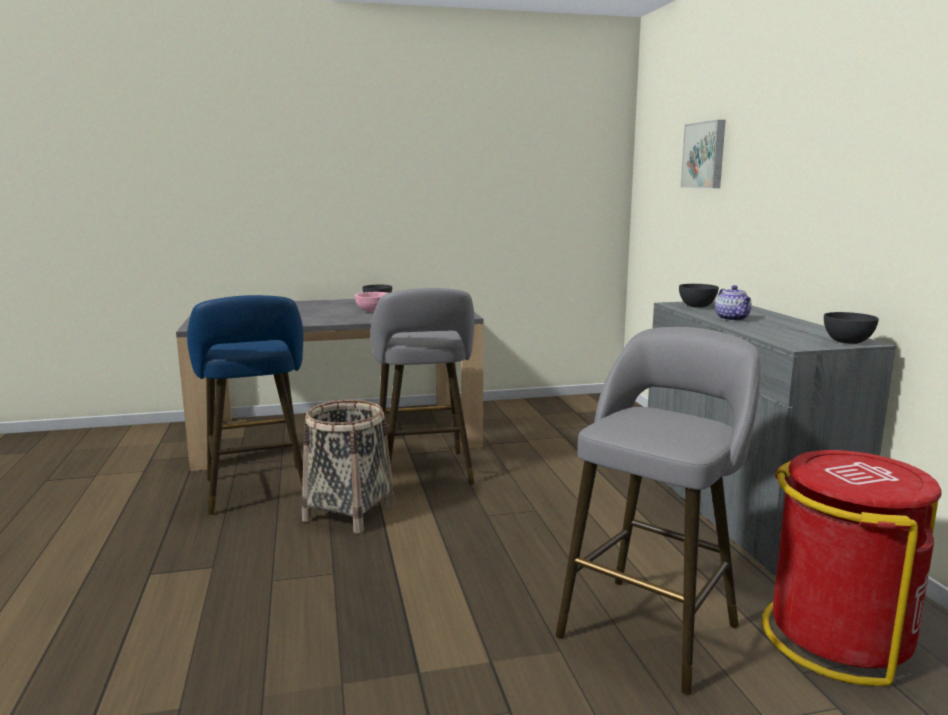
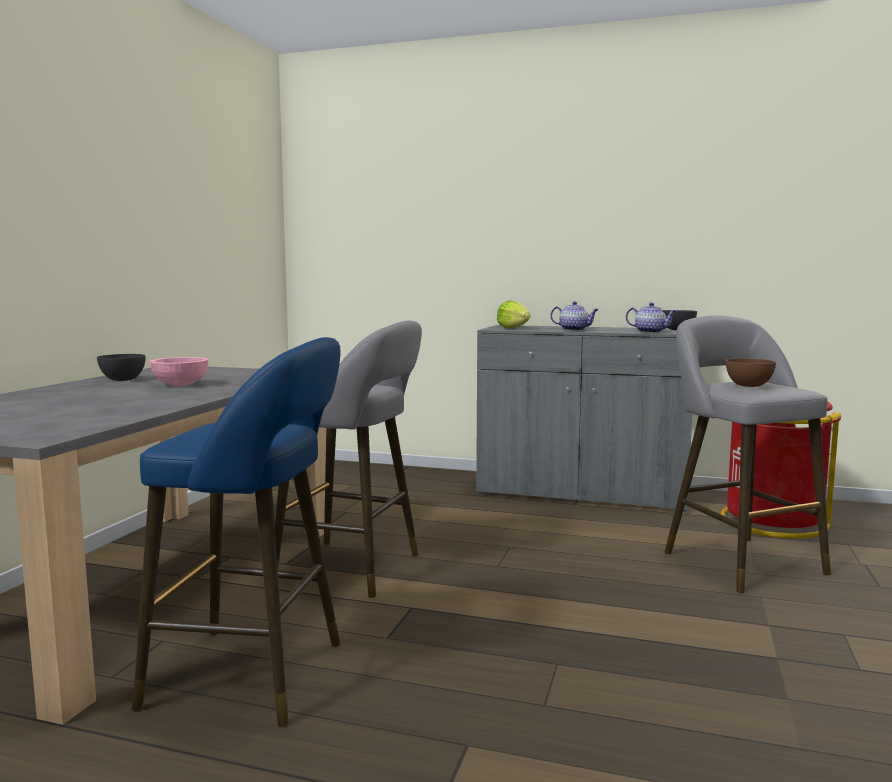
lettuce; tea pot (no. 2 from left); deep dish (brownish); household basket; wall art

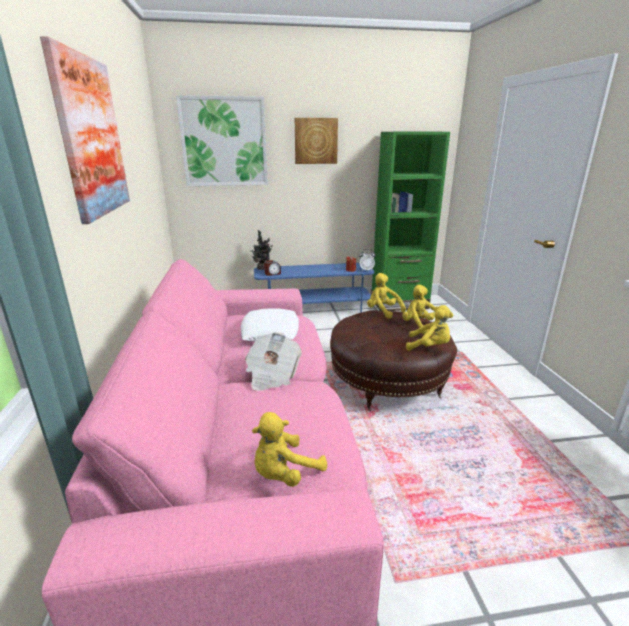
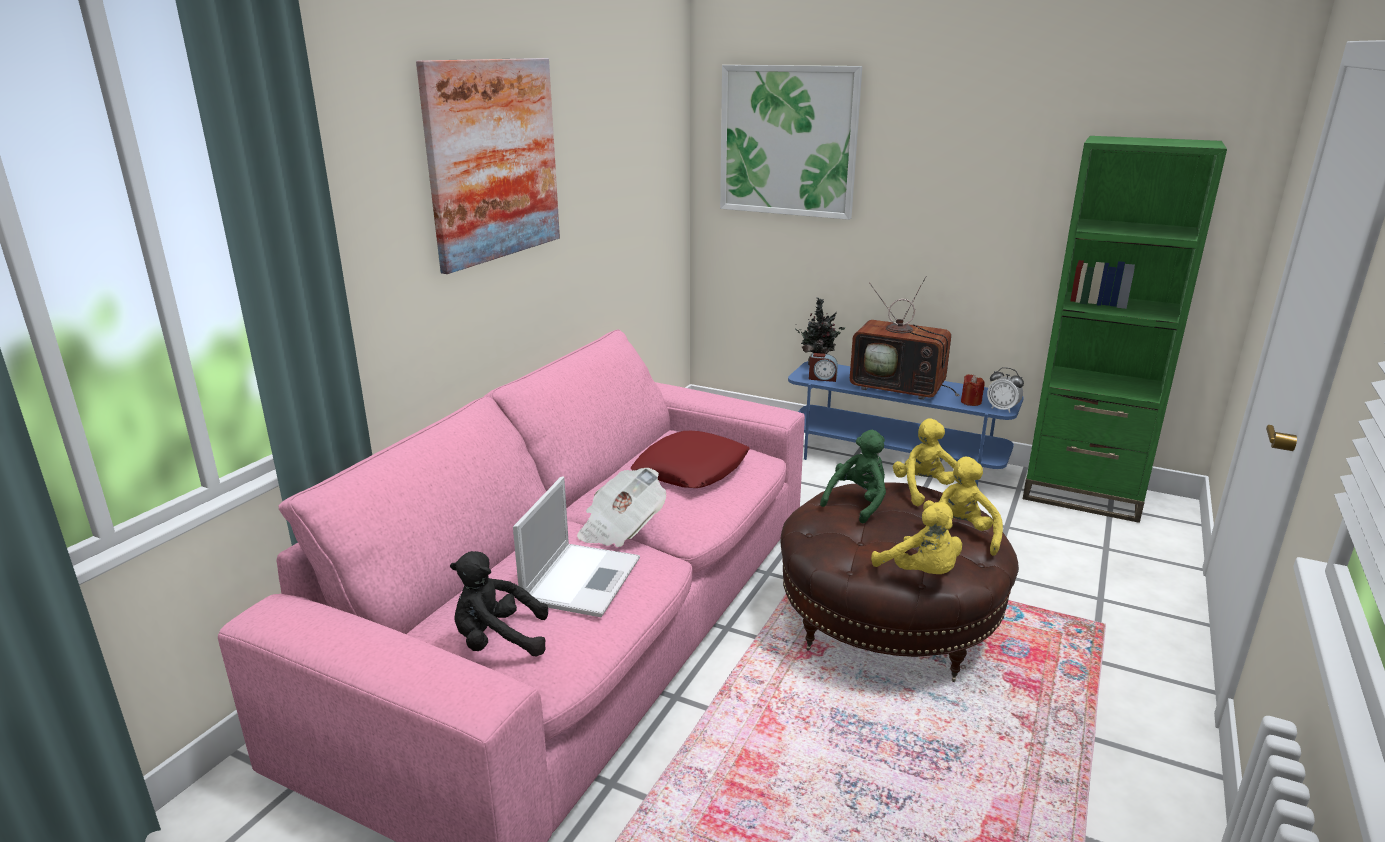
soft toy (blackish); laptop; pillow (reddish); soft toy (greenish); TV; wall art (no. 3 from left in the first image)

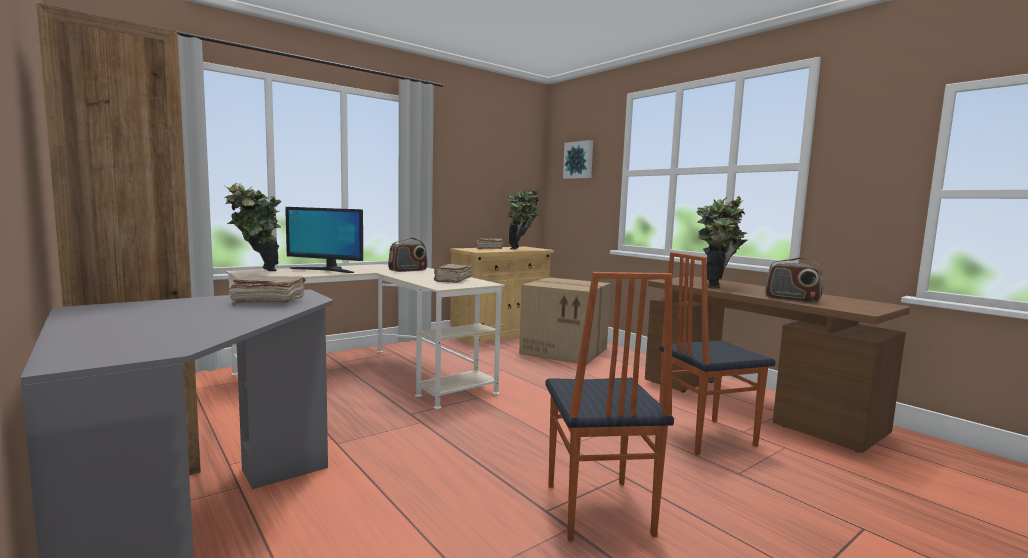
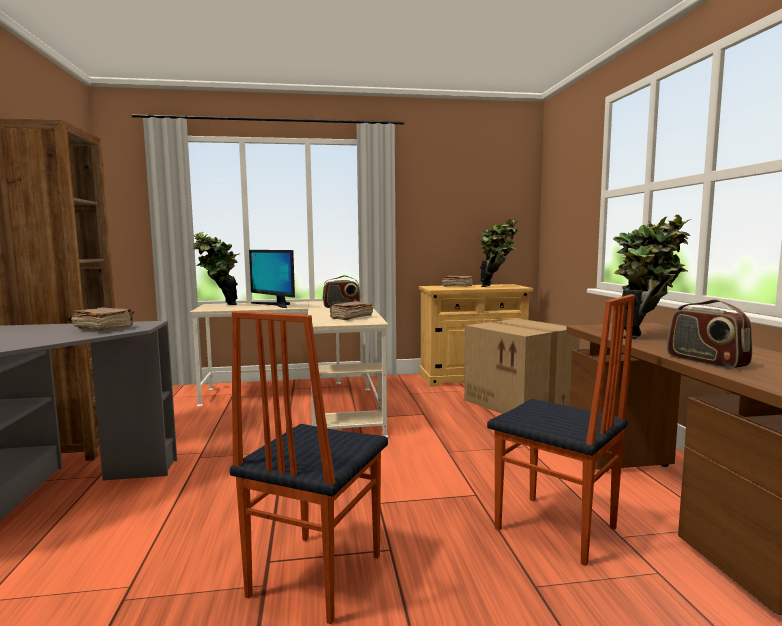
plain chair (no. 2 from left); wall art

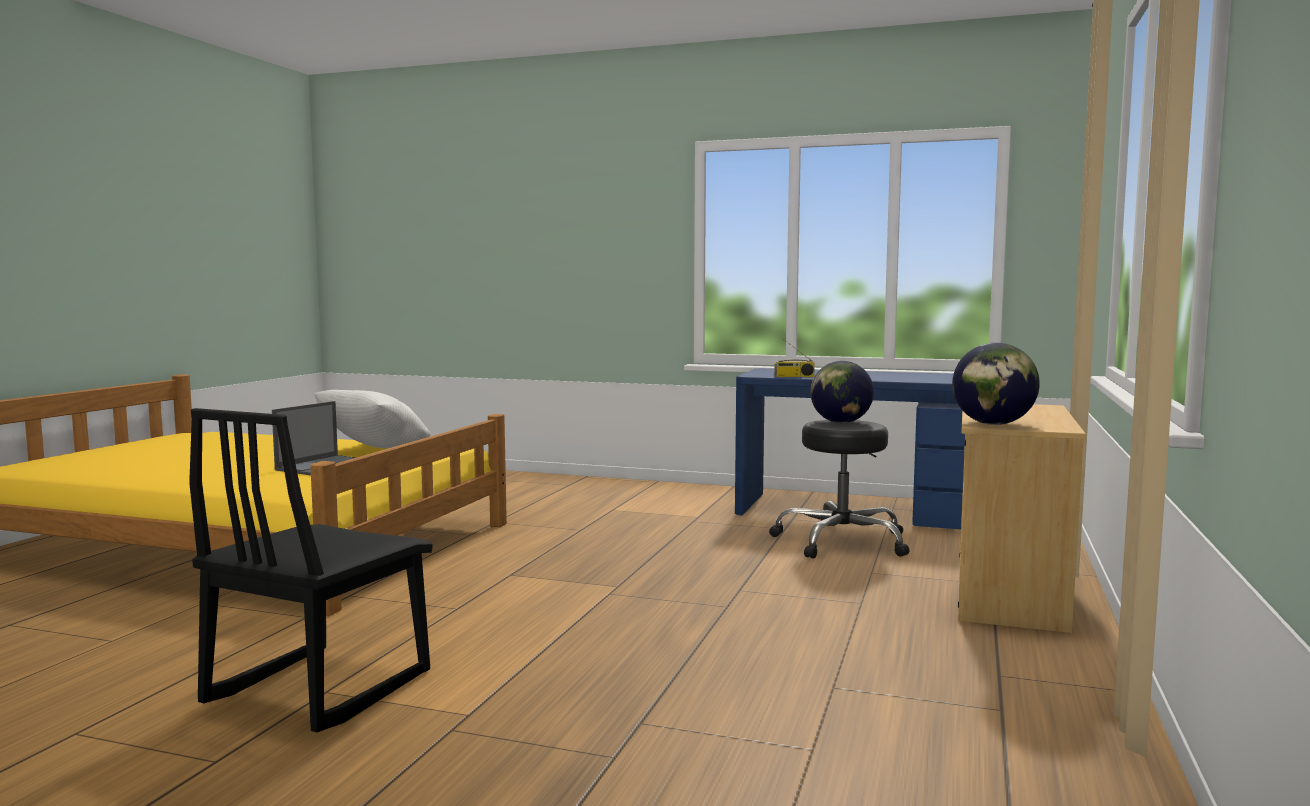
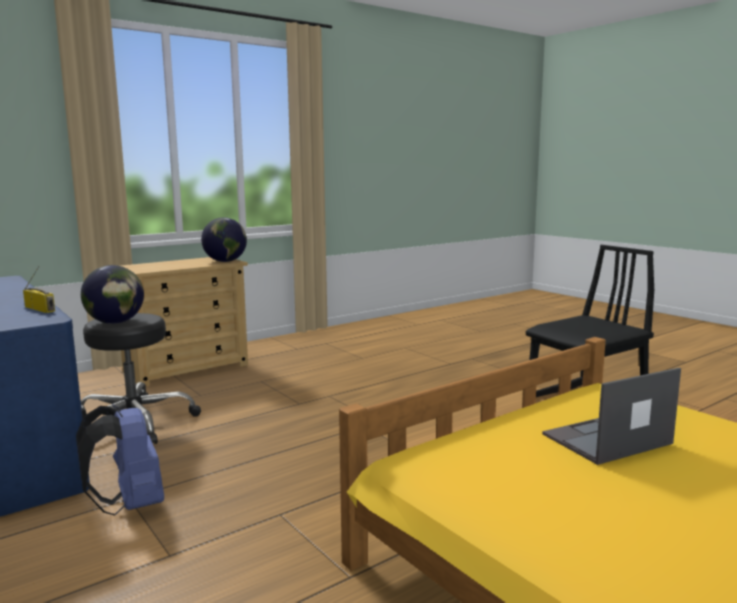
rucksack (blue-coloured); pillow (white-coloured)

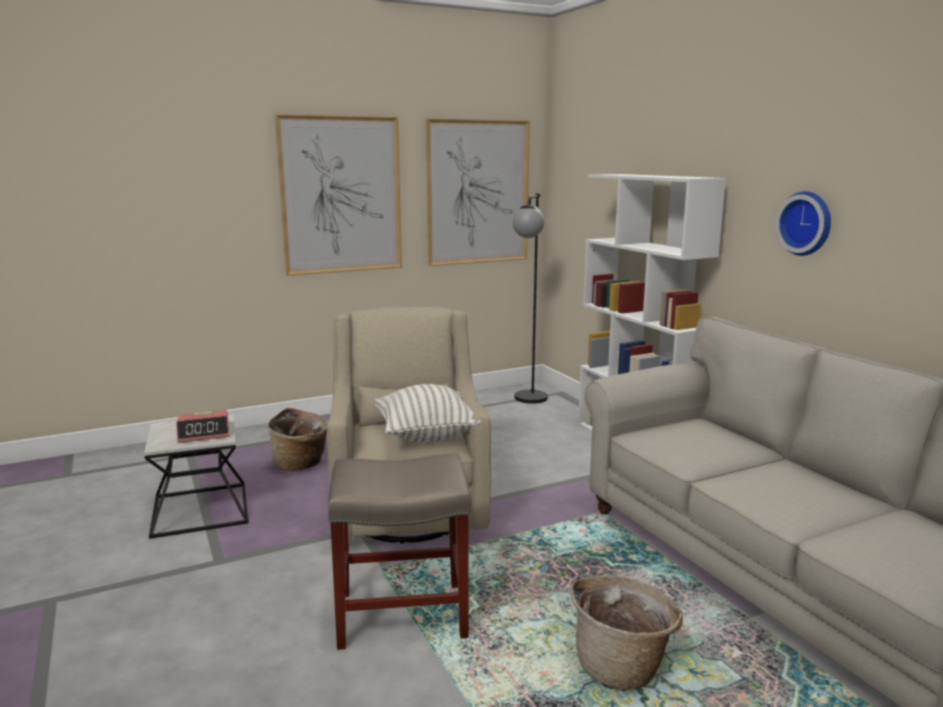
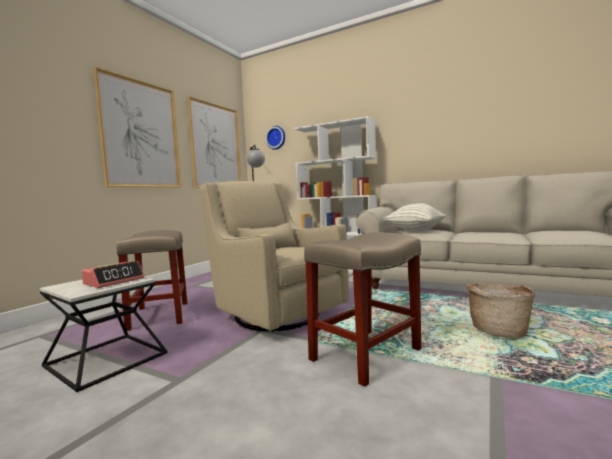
stool (beige) (no. 1 from left); clock on the wall; pillow

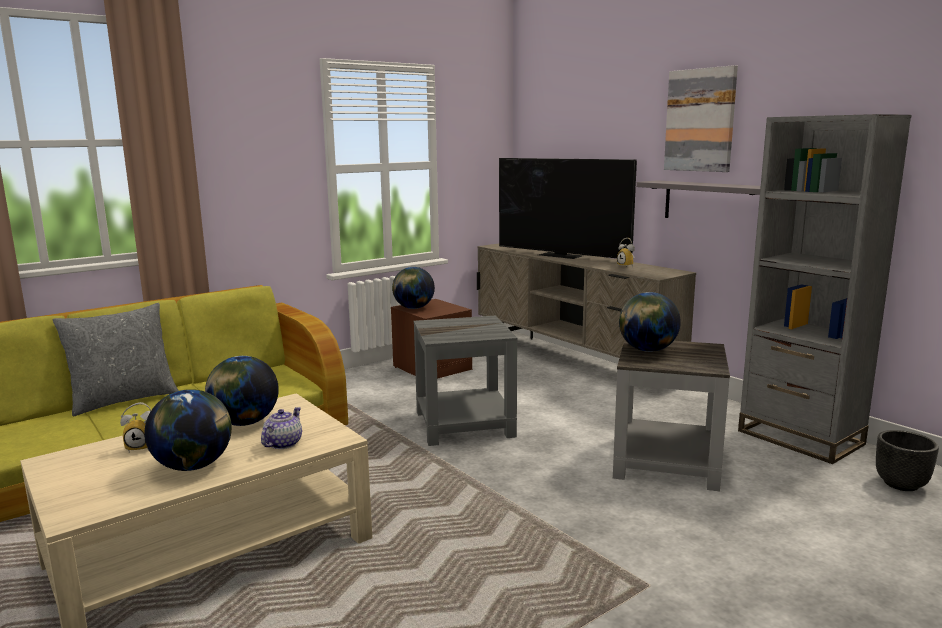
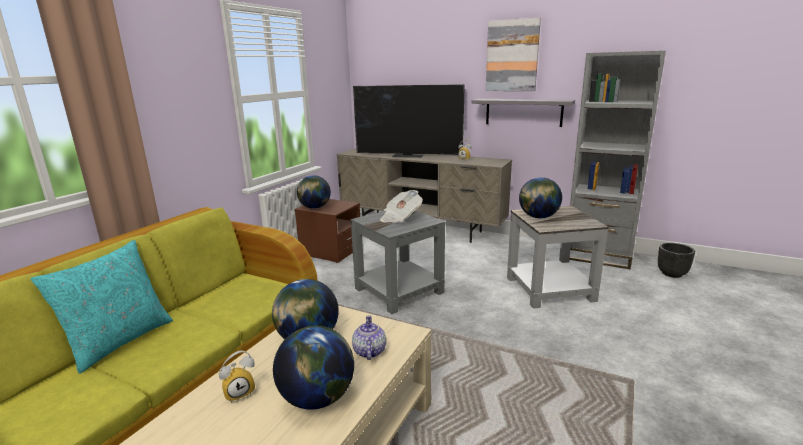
pillow (blue-green); printed paper

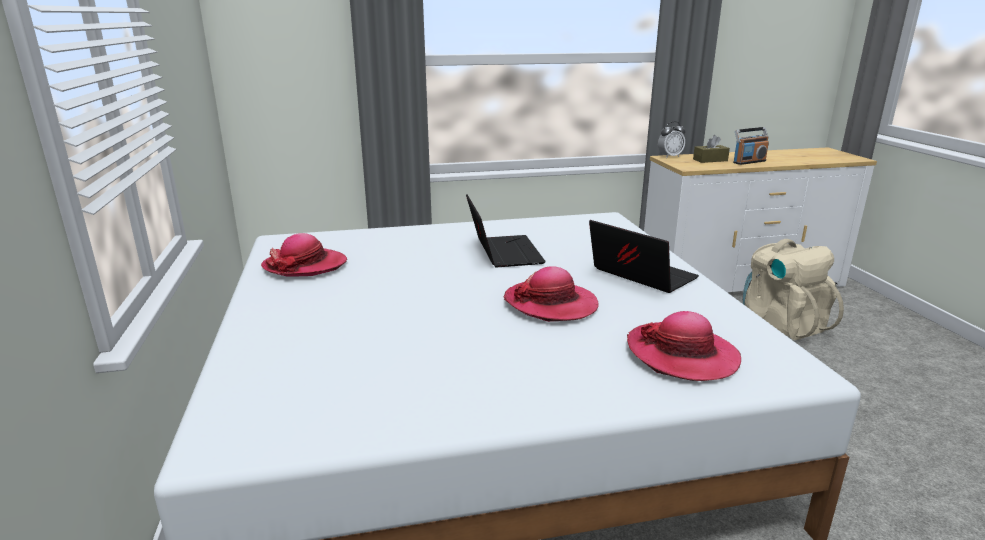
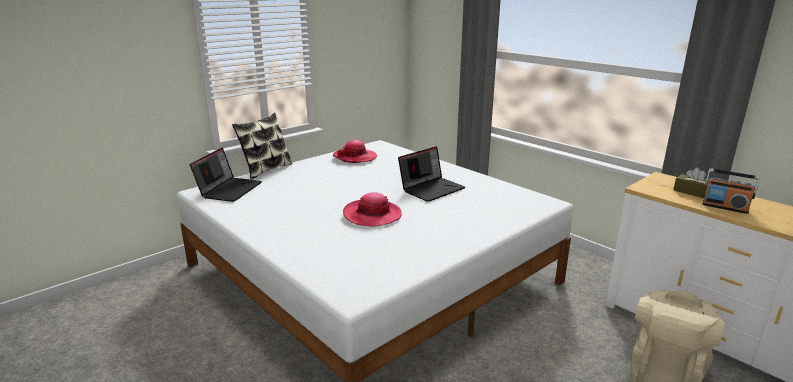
laptop (no. 1 from left); pillow; clothing hat (no. 3 from left in the first image); bedside clock

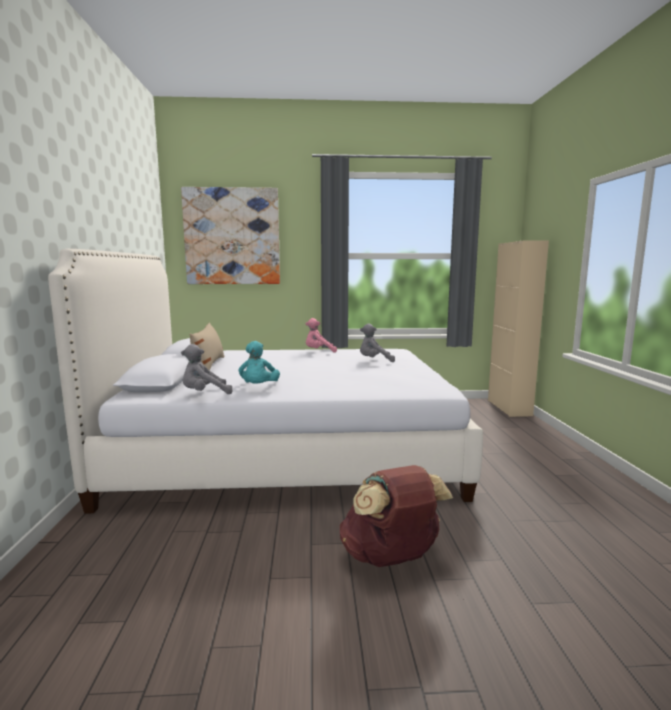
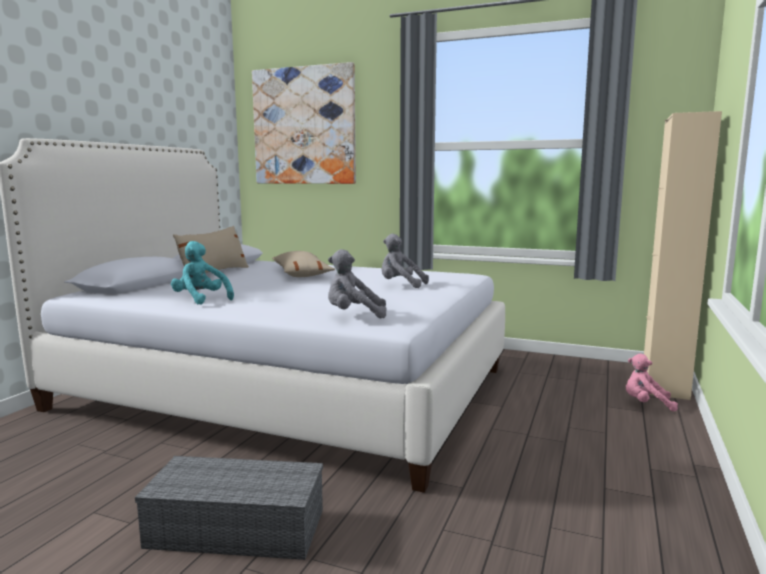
storage box (greyish); soft toy (blue-green); pillow (beige) (no. 2 from left); soft toy (greyish) (no. 1 from left); soft toy (pink)

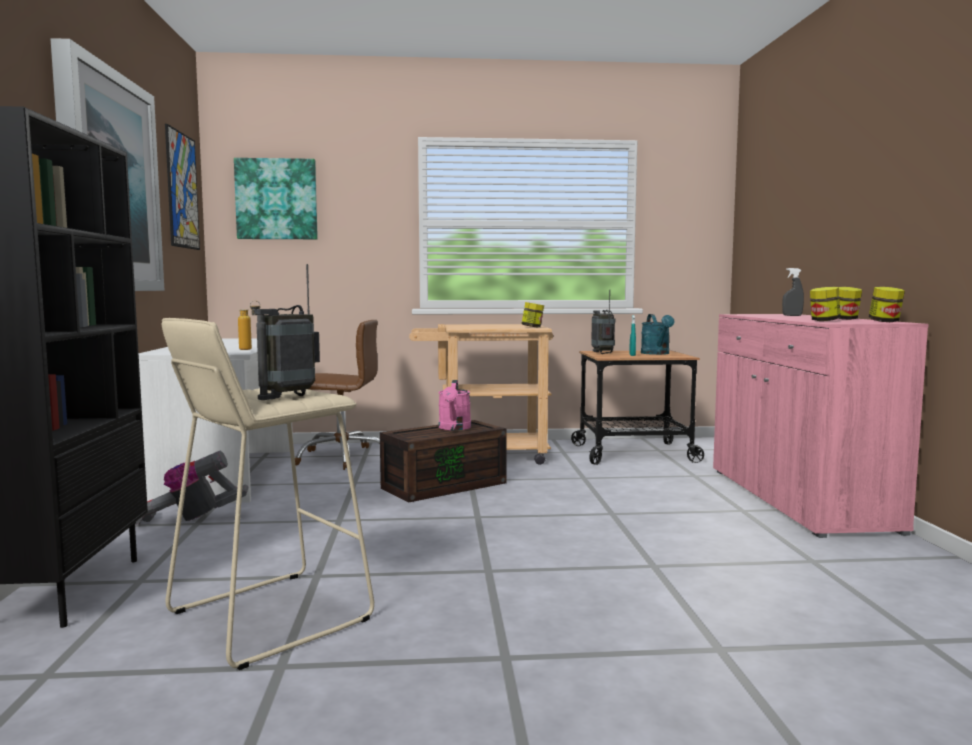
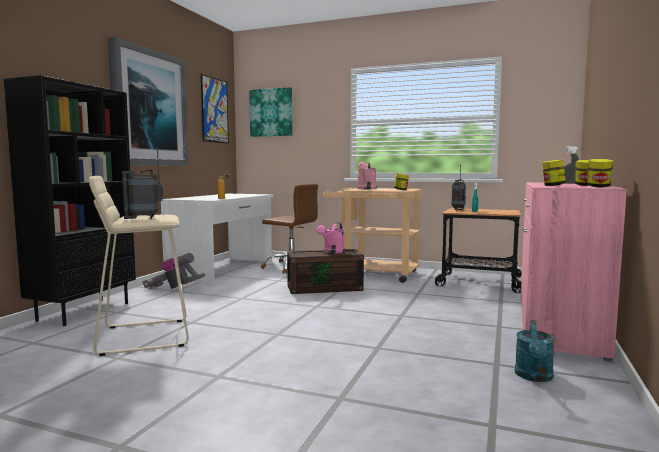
watering pot (pink) (no. 2 from left); watering pot (blue-green)

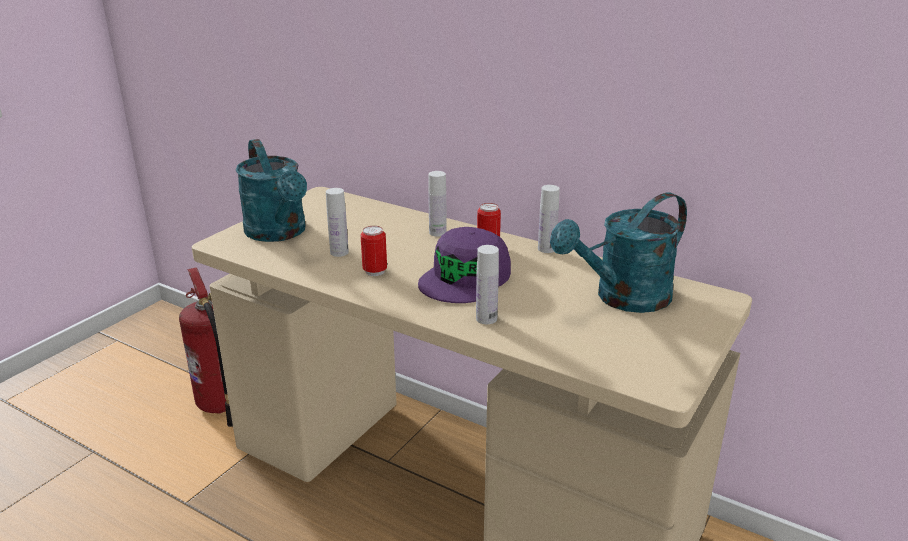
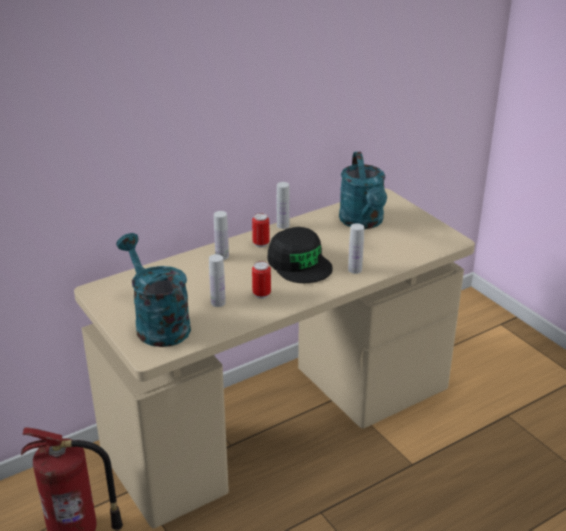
watering pot (blue-green) (no. 1 from left); baseball cap (blackish)

